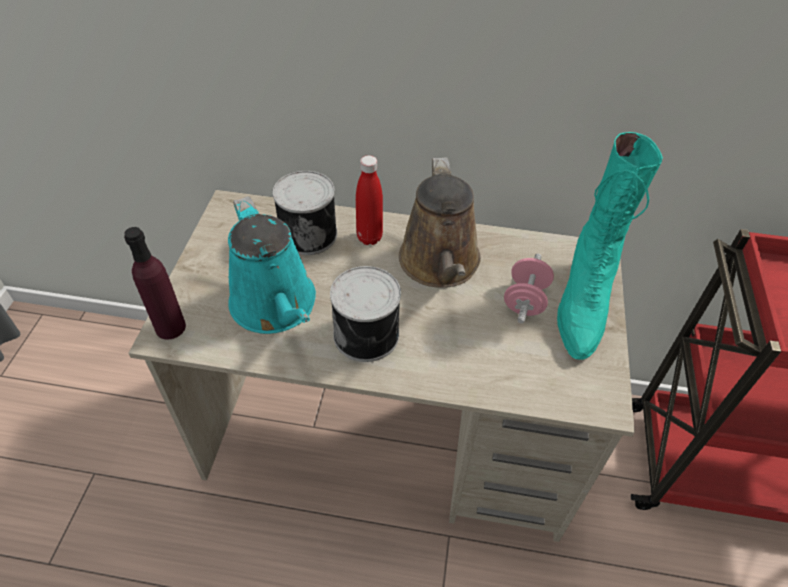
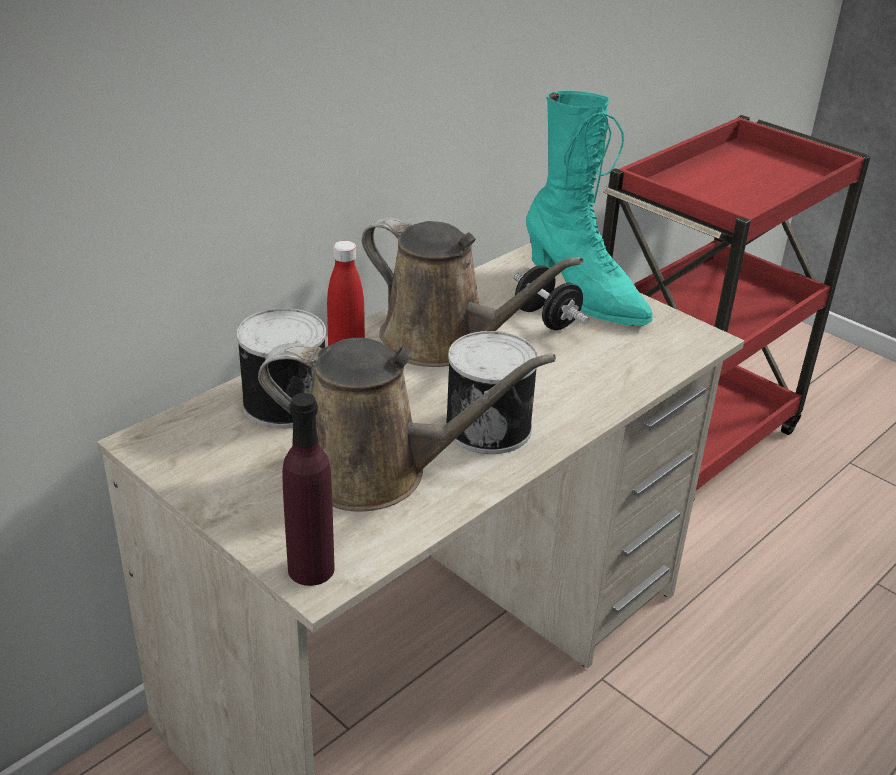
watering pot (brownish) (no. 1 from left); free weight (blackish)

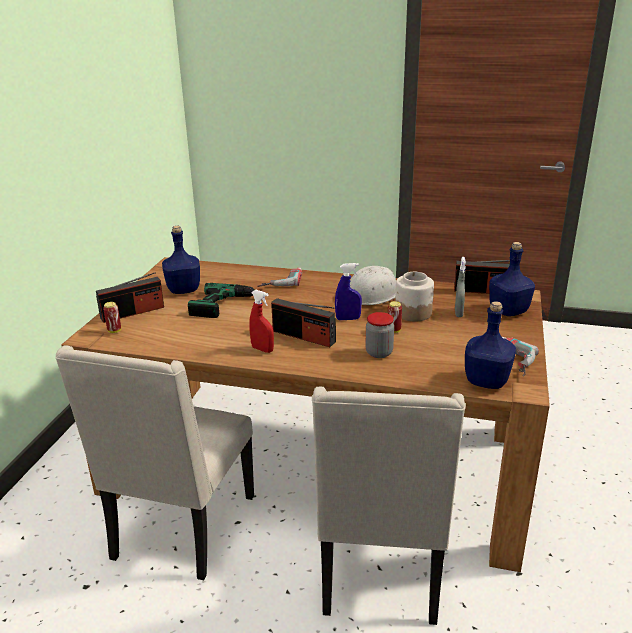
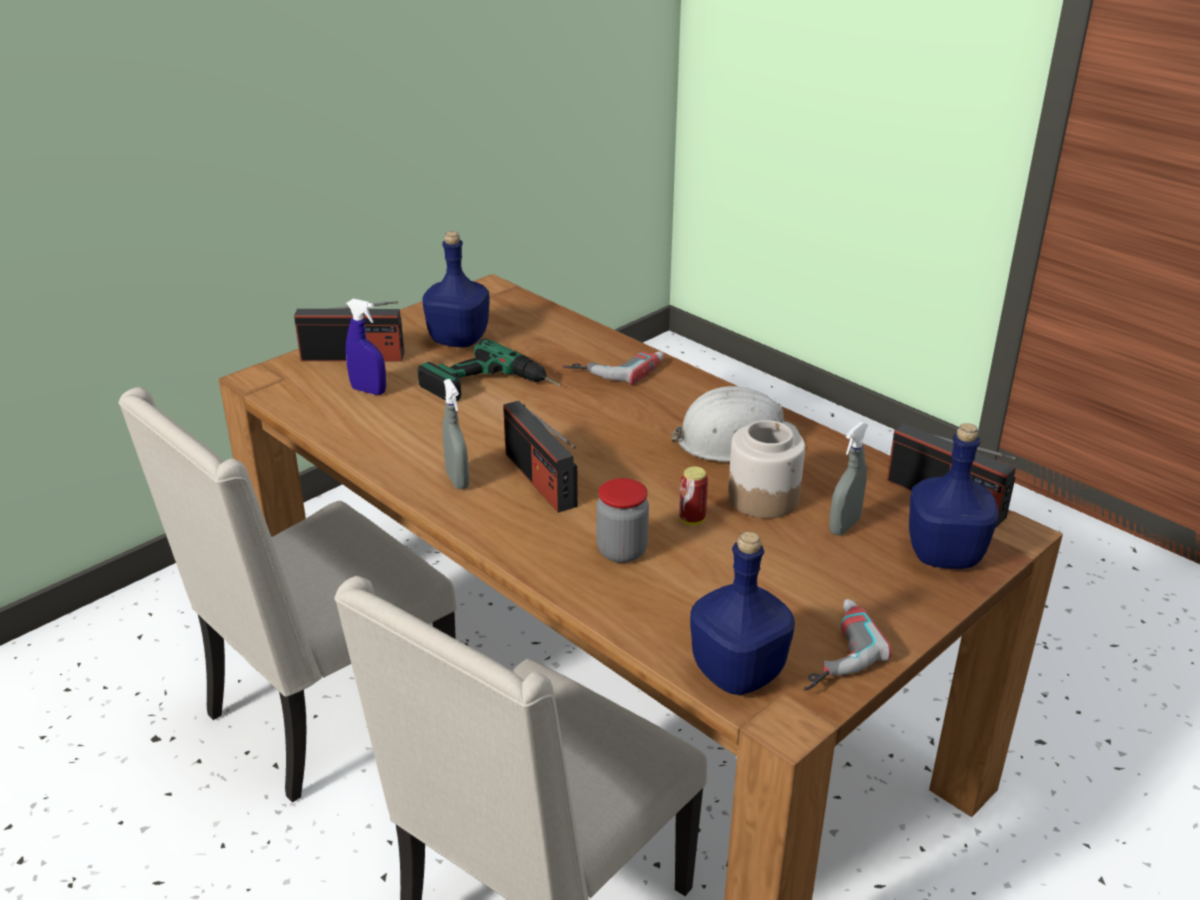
hand sprayer (blue-coloured); hand sprayer (greyish) (no. 1 from left); sealed can (no. 1 from left in the first image)

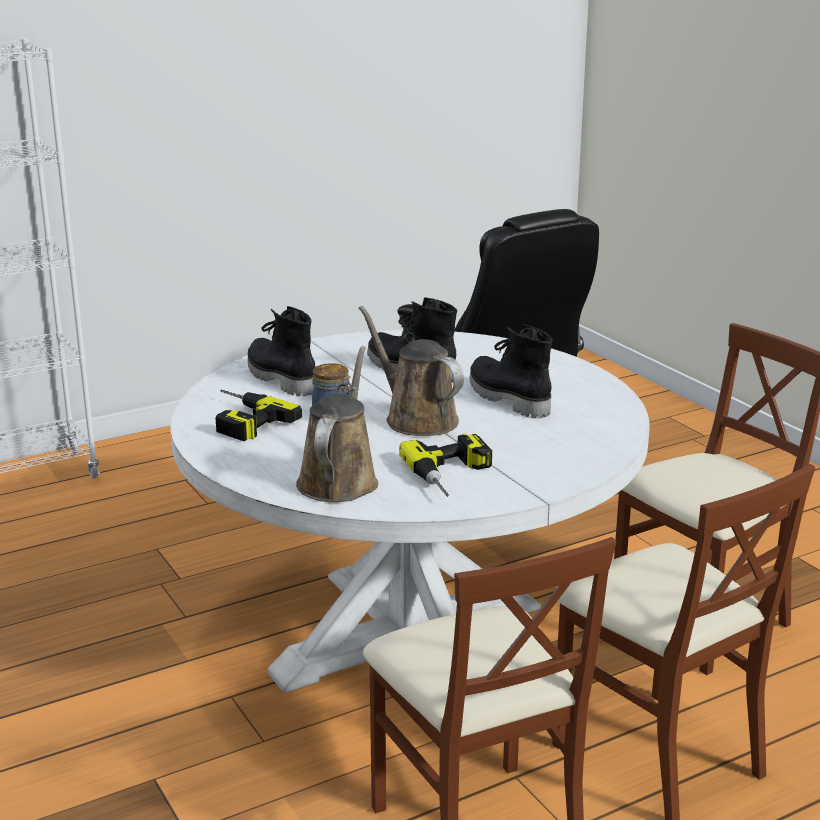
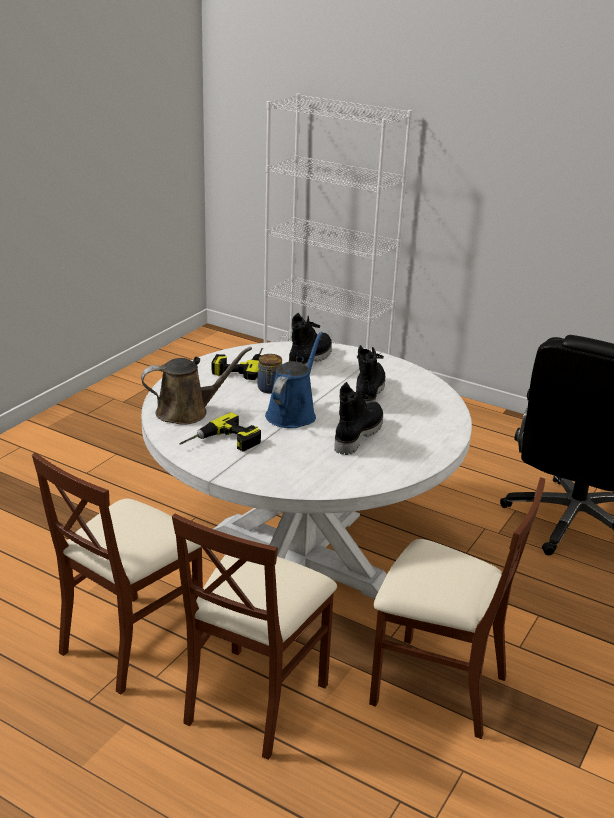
watering pot (blue-coloured)

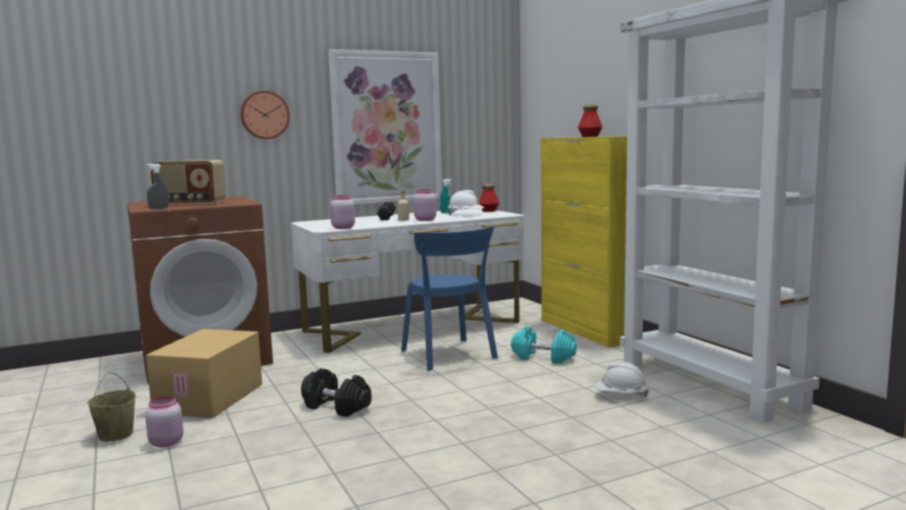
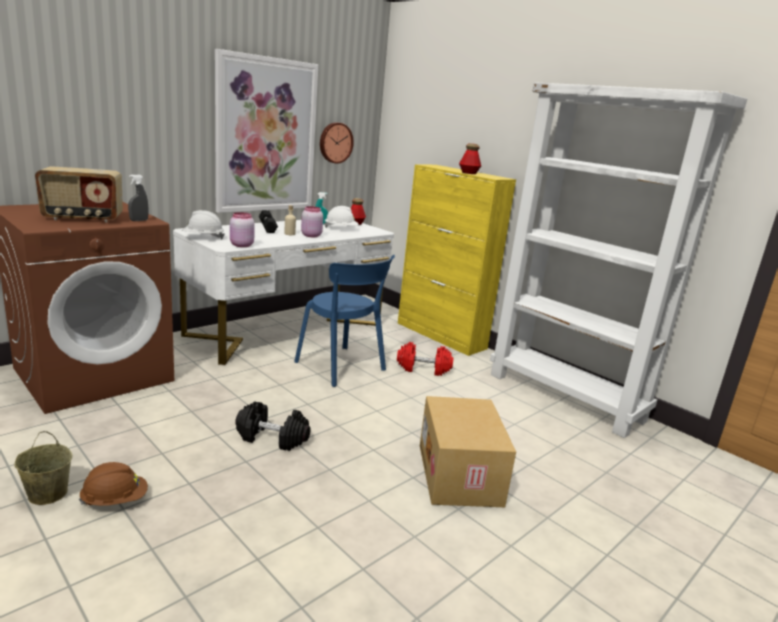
hard hat (brownish); hand sprayer (greyish); hard hat (white-coloured) (no. 1 from left); clock on the wall; free weight (reddish); carton

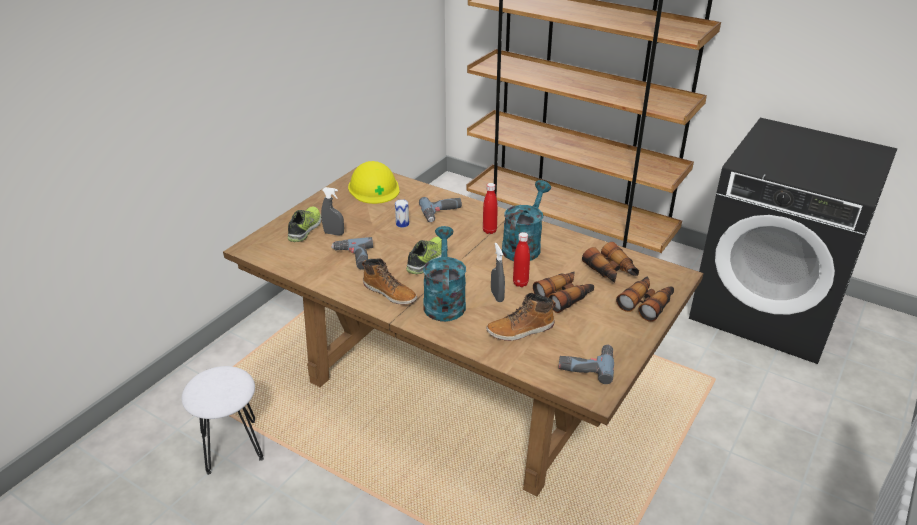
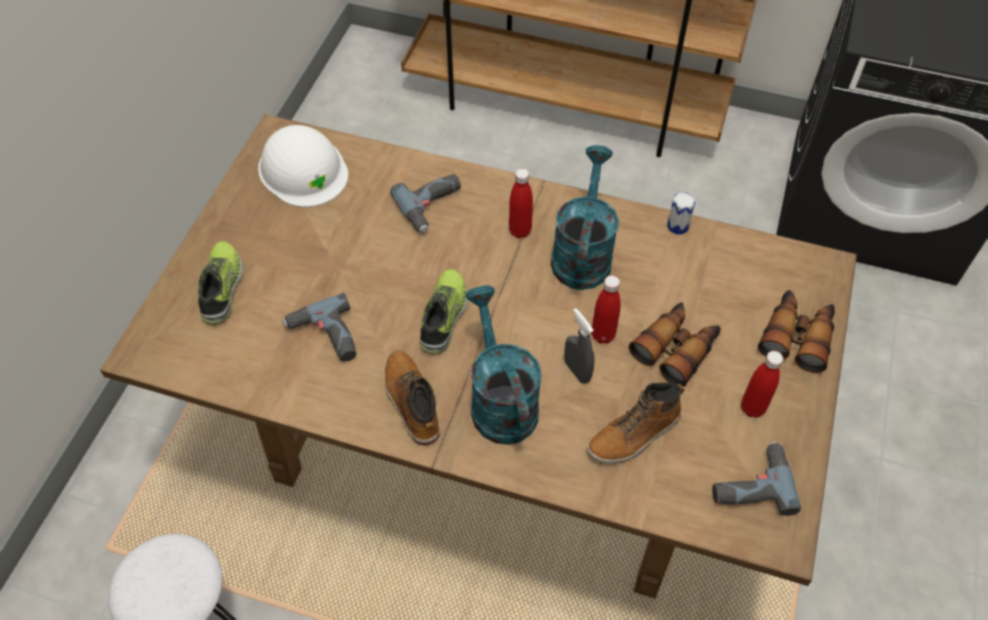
hard hat (white-coloured); high-top boot (no. 1 from left); sealed can; bottle (reddish) (no. 3 from left); hand sprayer (greyish) (no. 1 from left in the first image); pair of binoculars (no. 2 from left in the first image)

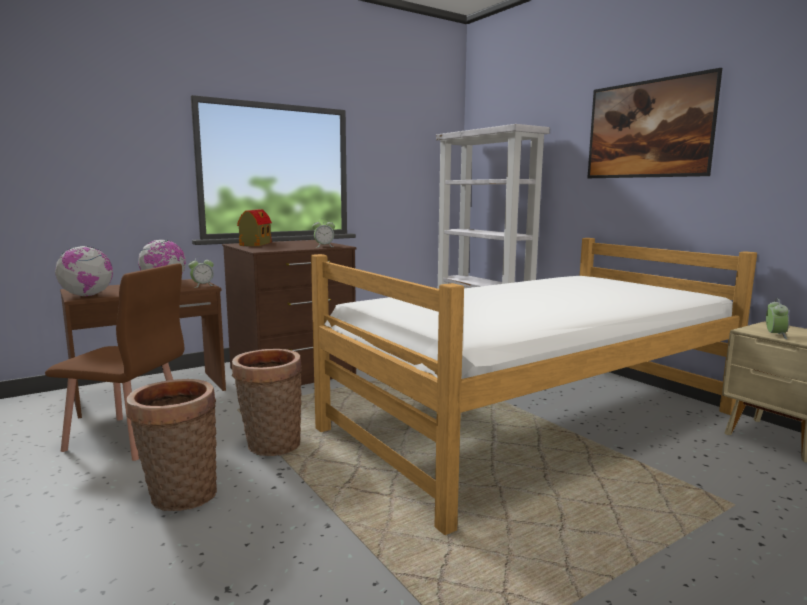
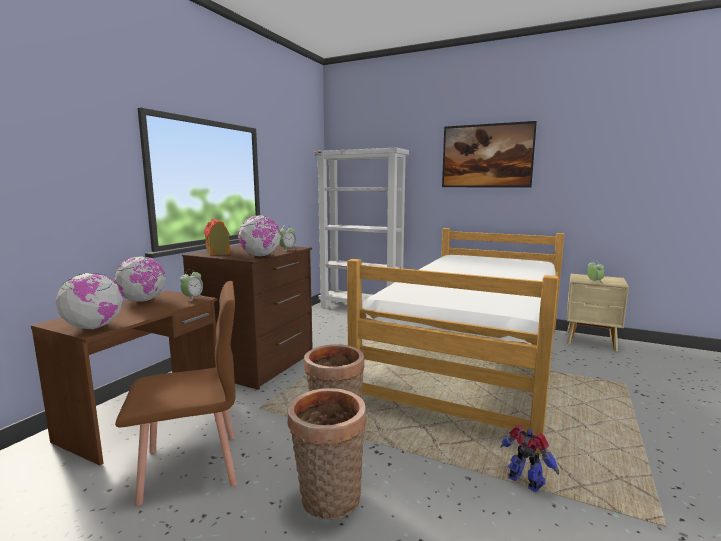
desk globe (no. 3 from left); model robot

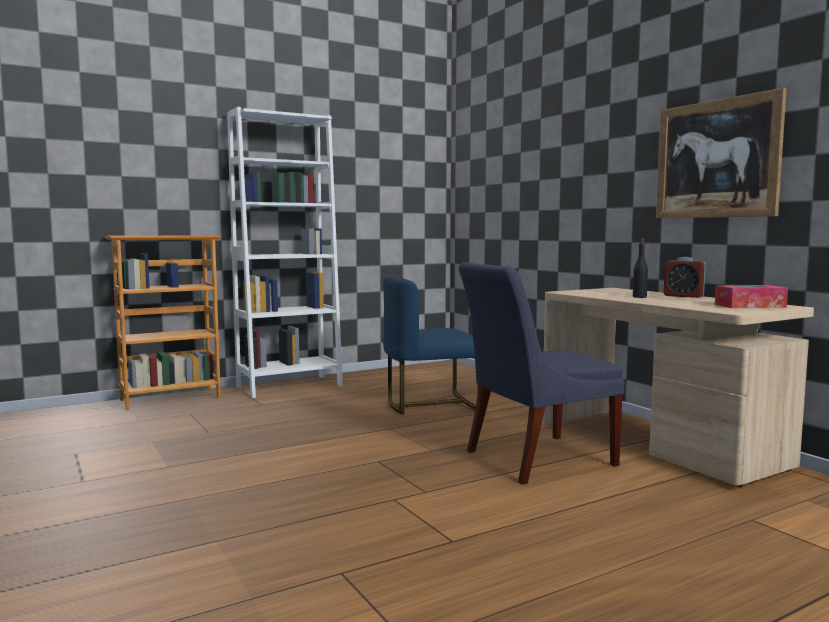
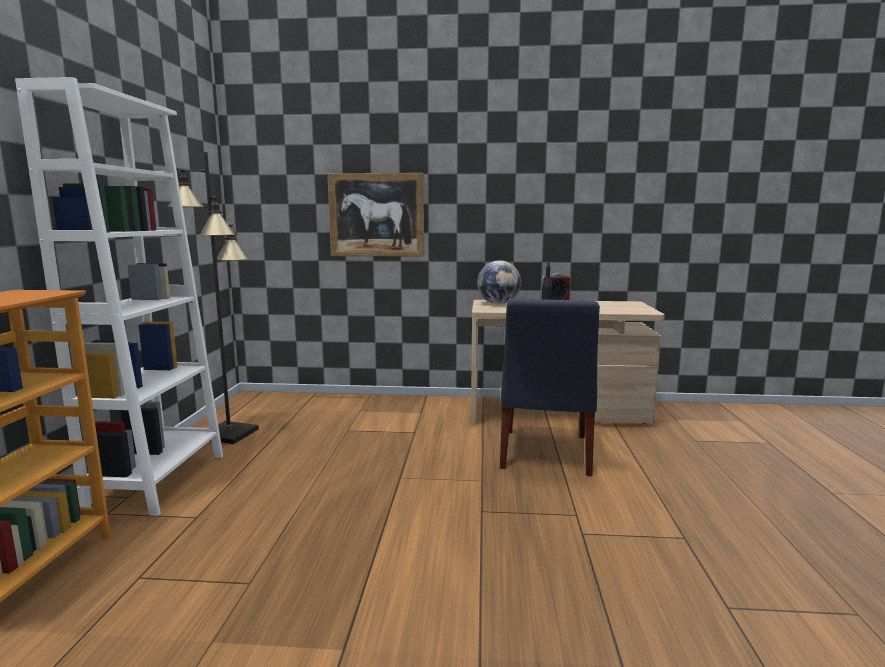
standing lamp (blackish); wall art; desk globe; plain chair (blue-coloured) (no. 1 from left in the first image); tissue box

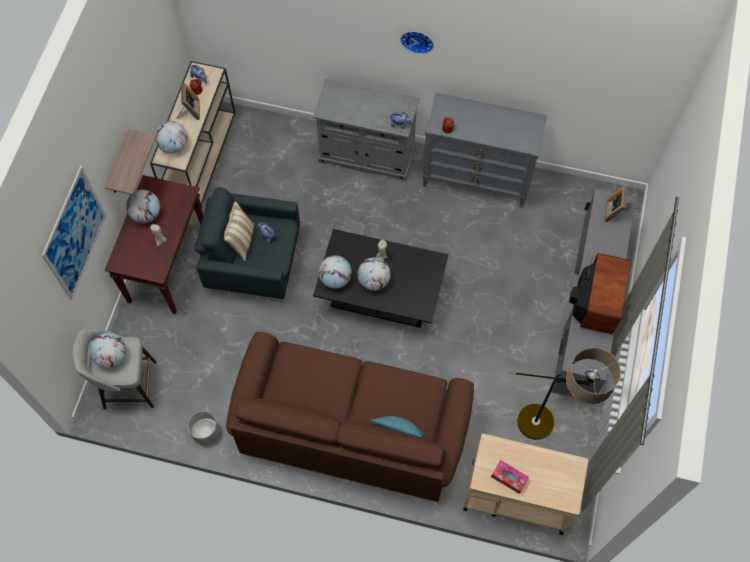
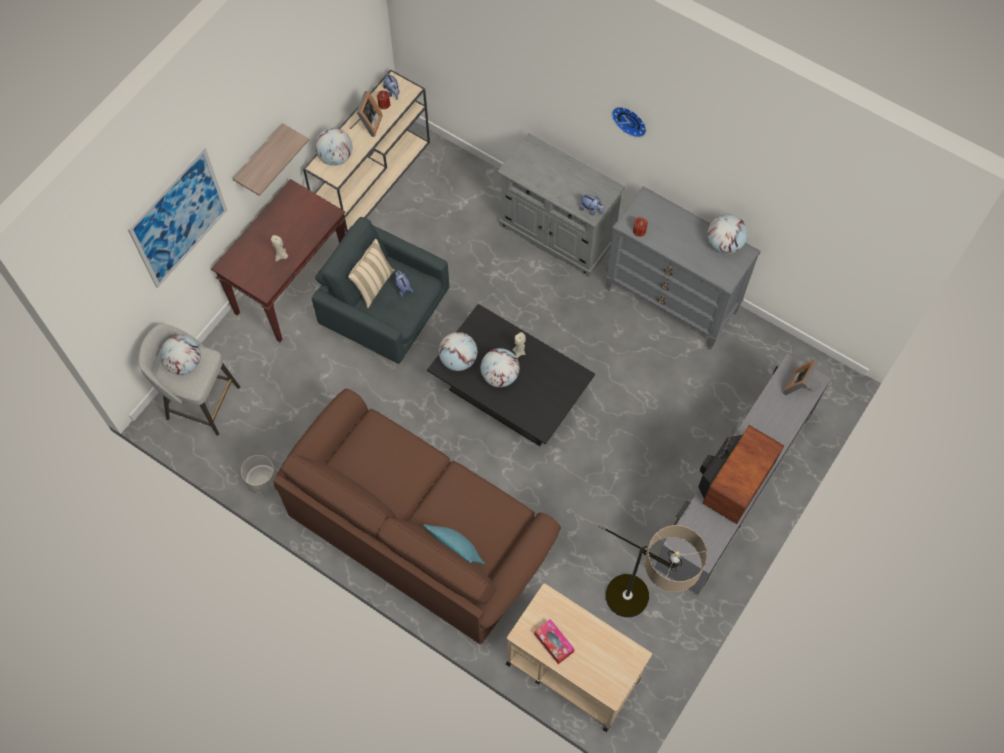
desk globe (no. 5 from left)

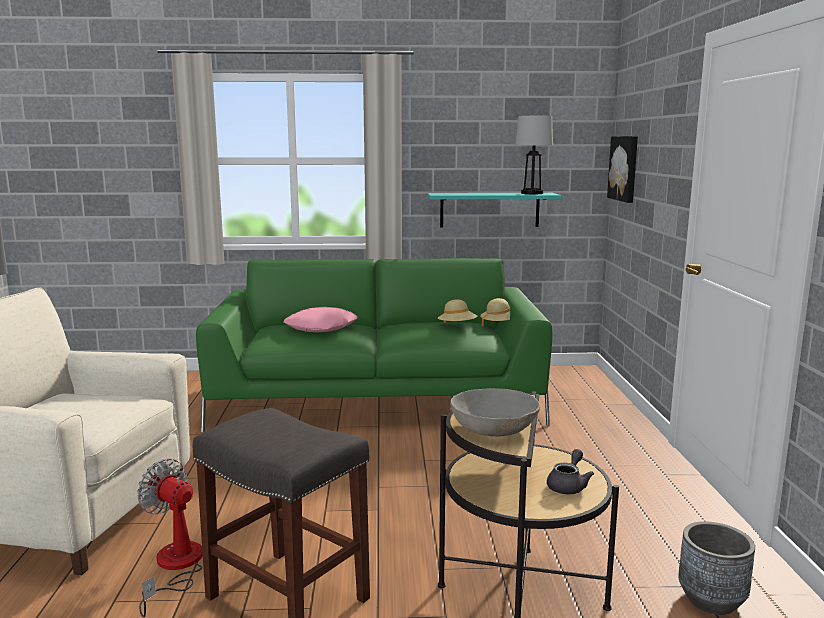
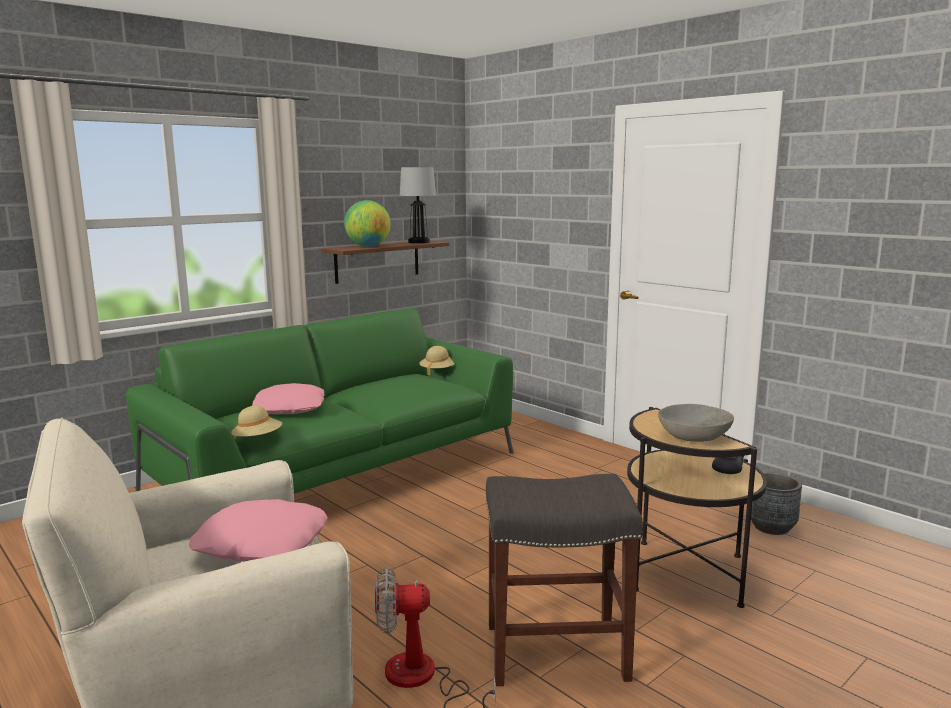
pillow (pink) (no. 1 from left); clothing hat (beige) (no. 1 from left); wall shelf (brownish); desk globe; wall art

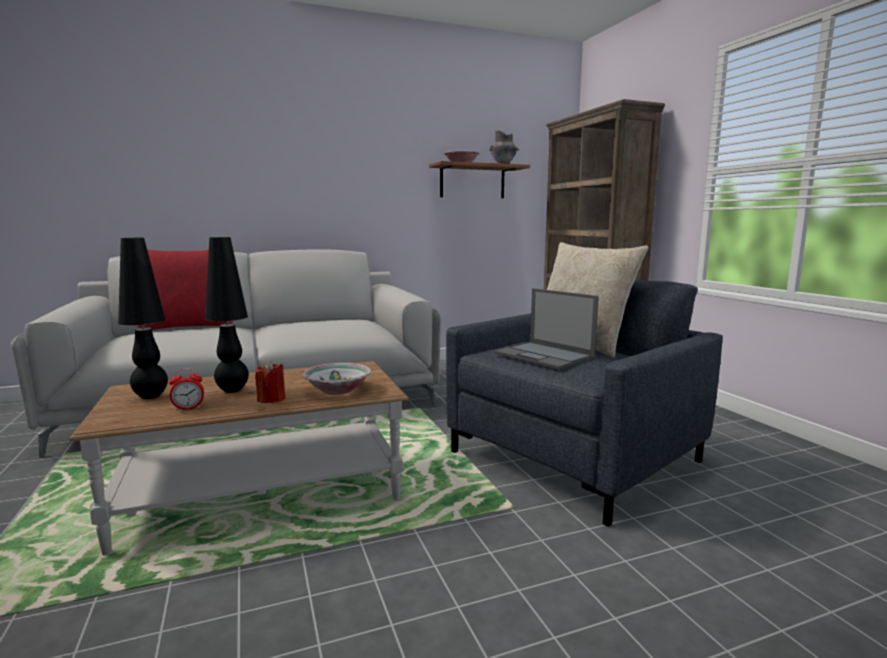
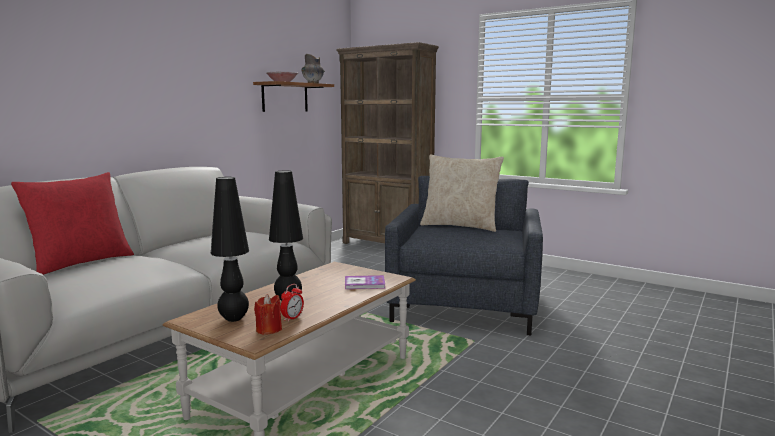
wax candle (reddish); volume; laptop

